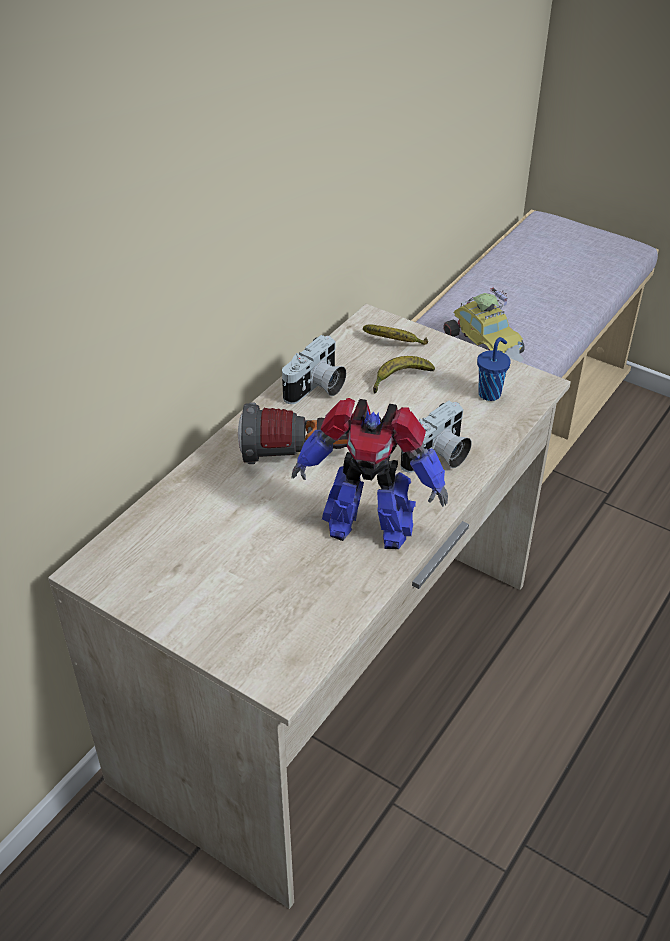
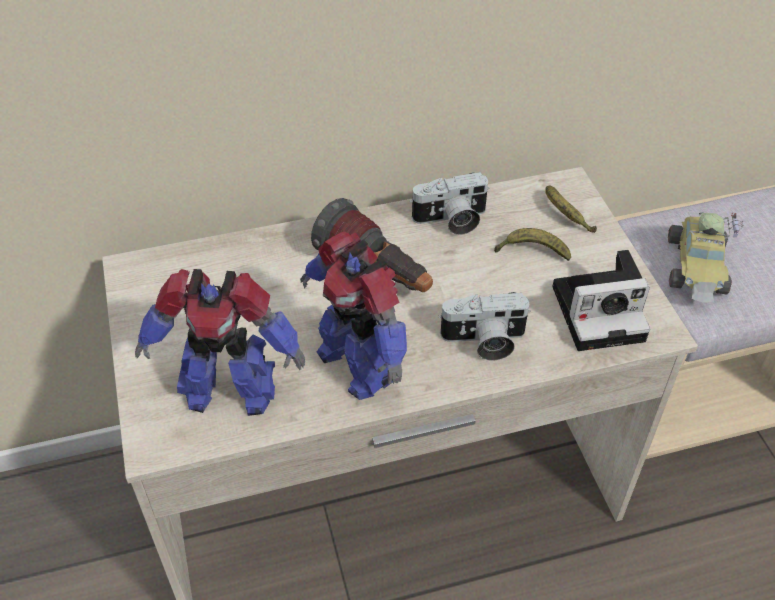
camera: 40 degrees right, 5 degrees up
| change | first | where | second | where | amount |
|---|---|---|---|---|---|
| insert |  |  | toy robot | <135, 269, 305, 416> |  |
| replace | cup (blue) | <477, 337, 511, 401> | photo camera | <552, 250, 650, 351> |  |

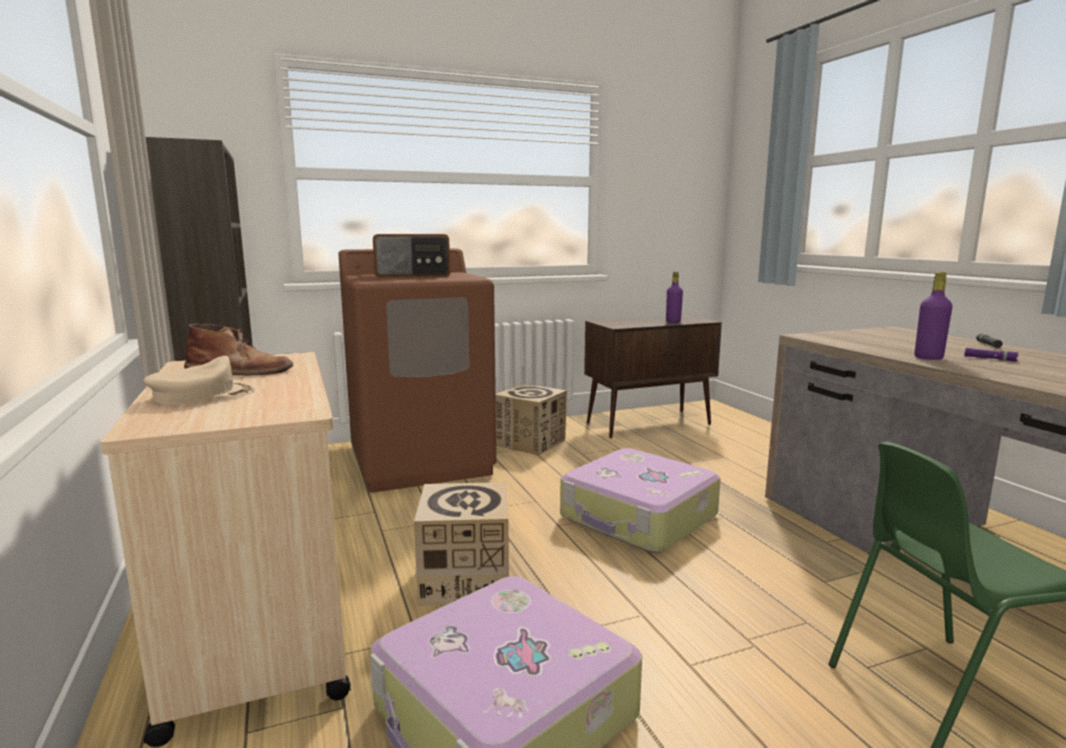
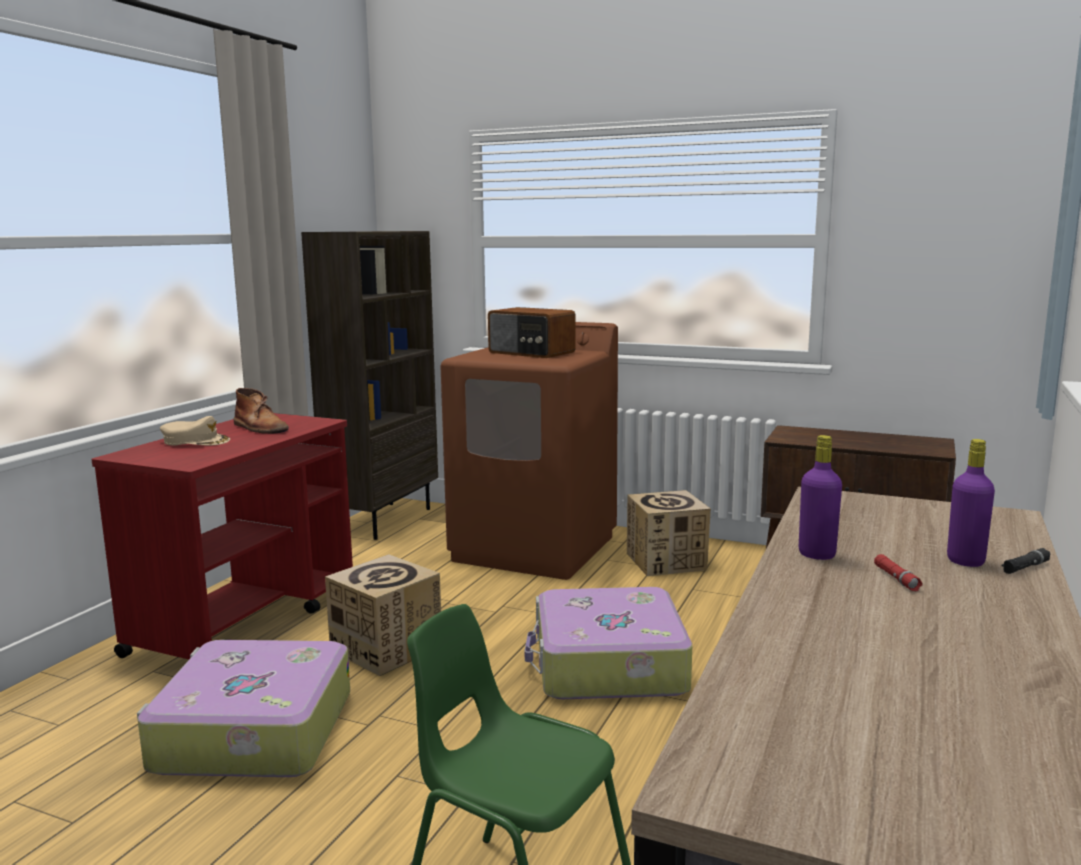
camera: 45 degrees right, 0 degrees up
| change | first | where | second | where | amount |
|---|---|---|---|---|---|
| move | bottle (purple) | <666, 272, 683, 323> |  | <947, 439, 995, 567> |  |
| recolor | cart (beige) | <101, 352, 351, 747> | cart (red) | <91, 413, 353, 659> |  |
| recolor | flashlight (purple) | <964, 348, 1019, 362> | flashlight (red) | <874, 554, 922, 591> |  |

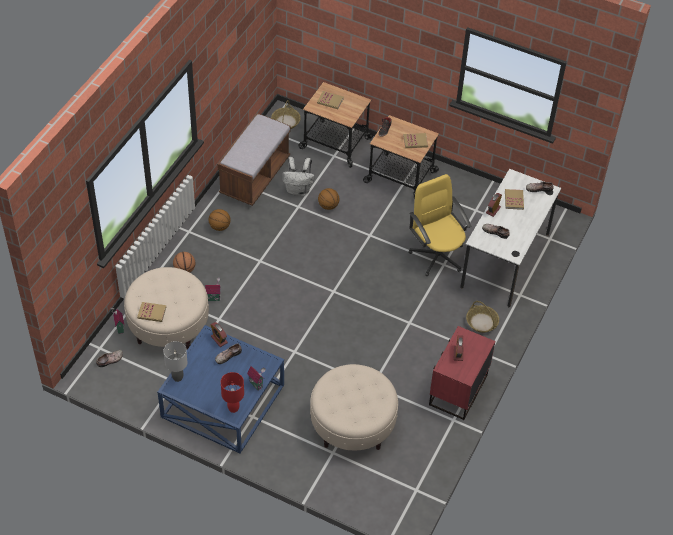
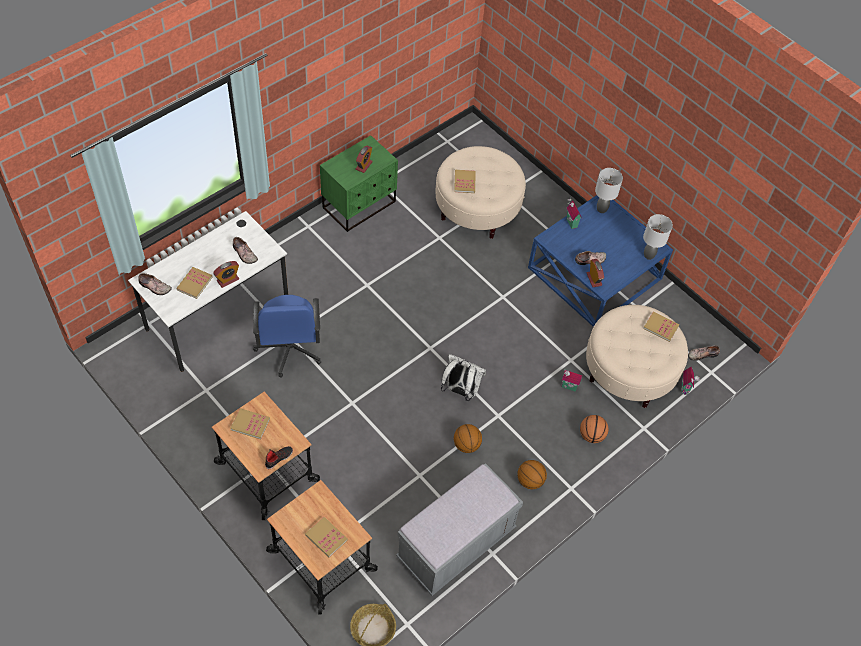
camera: 160 degrees left, 5 degrees up
| change | first | where | second | where | amount |
|---|---|---|---|---|---|
| delete | basket | <466, 301, 499, 333> |  |  |  |
| insert |  |  | book | <454, 170, 476, 193> |  |
| move | backpack (white) | <283, 157, 315, 196> |  | <441, 354, 486, 401> |  |
| move | basketball | <318, 188, 339, 210> |  | <454, 424, 482, 453> |  |
| recolor | bench (brown) | <217, 113, 290, 206> | bench (grey) | <396, 463, 523, 596> |  |
| recolor | table lamp (red) | <221, 372, 244, 413> | table lamp (grey) | <595, 168, 623, 213> |  |
| recolor | office chair (yellow) | <408, 174, 471, 276> | office chair (blue) | <253, 295, 321, 378> |  |
| recolor | nightstand (red) | <429, 326, 495, 420> | nightstand (green) | <320, 135, 398, 232> |  |

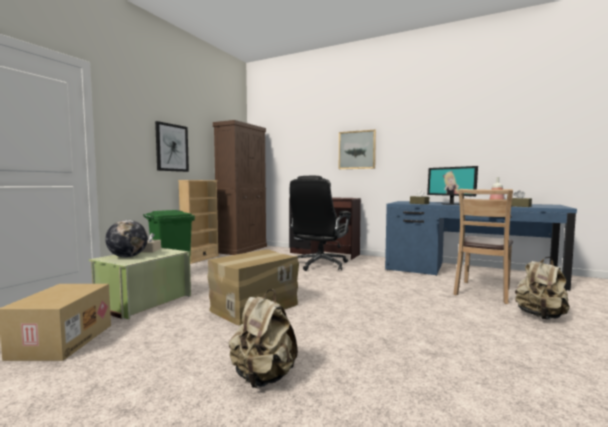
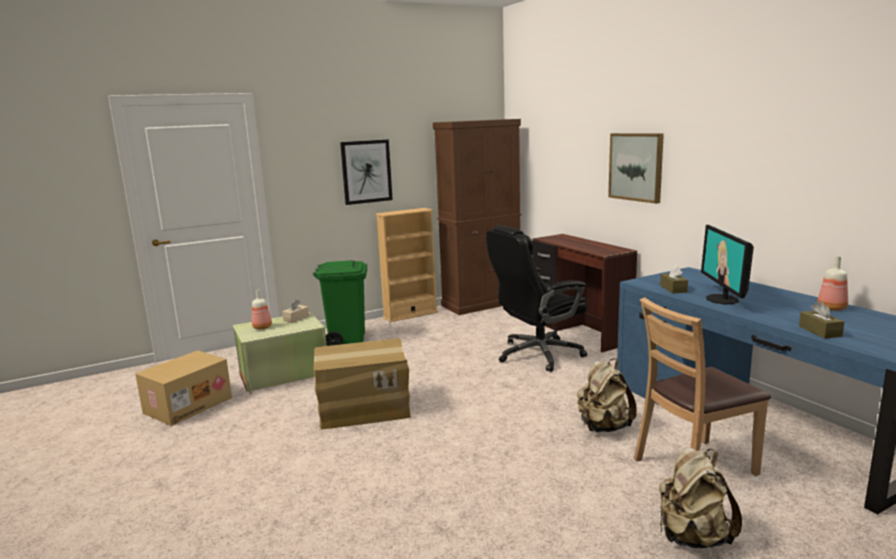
camera: 35 degrees right, 10 degrees up
| change | first | where | second | where | amount |
|---|---|---|---|---|---|
| move | backpack (beige) | <229, 289, 298, 388> |  | <577, 358, 637, 433> |  |
| replace | globe | <105, 220, 148, 258> | bottle | <252, 289, 272, 329> |  |

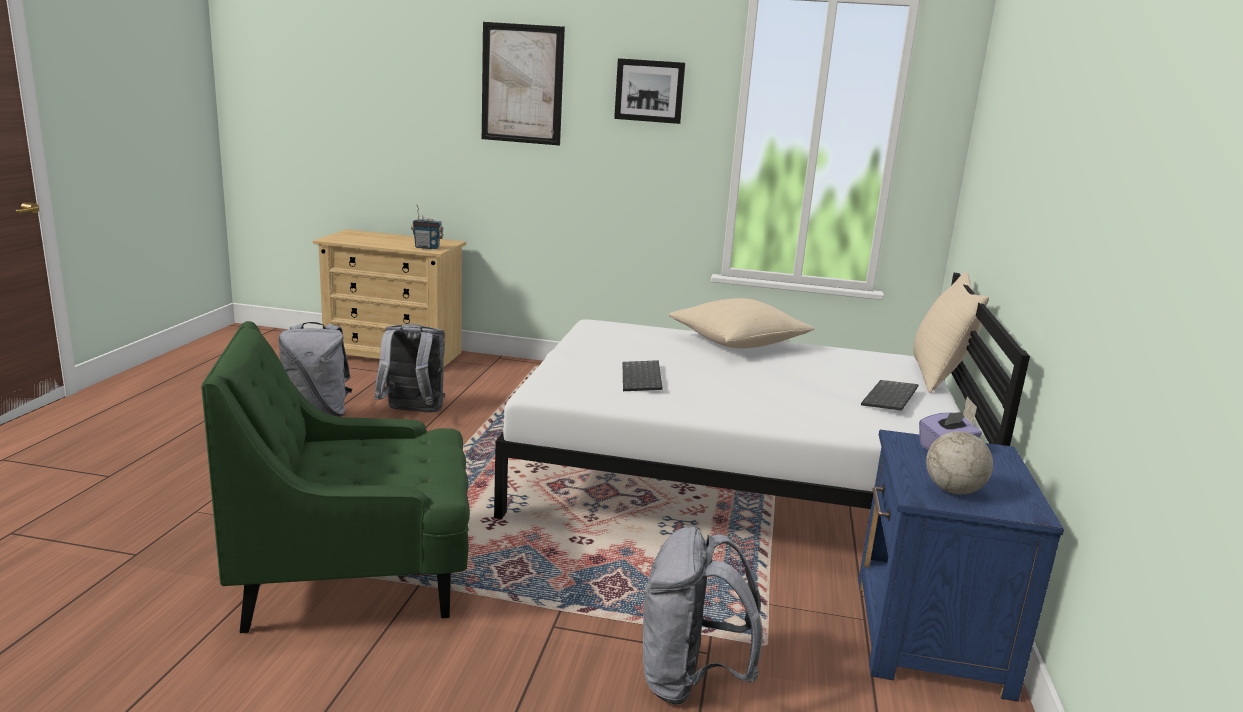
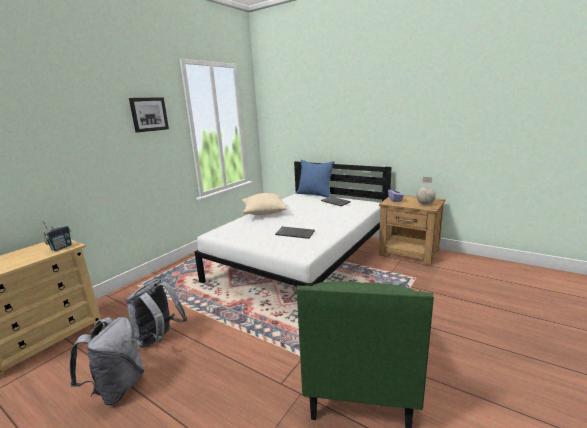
camera: 65 degrees left, 0 degrees up
| change | first | where | second | where | amount |
|---|---|---|---|---|---|
| delete | picture | <482, 22, 565, 145> |  |  |  |
| delete | backpack (grey) | <643, 526, 763, 705> |  |  |  |
| recolor | nightstand (blue) | <858, 430, 1064, 702> | nightstand (brown) | <379, 195, 445, 266> |  |
| recolor | pillow (beige) | <913, 272, 989, 393> | pillow (blue) | <296, 160, 335, 197> |  |

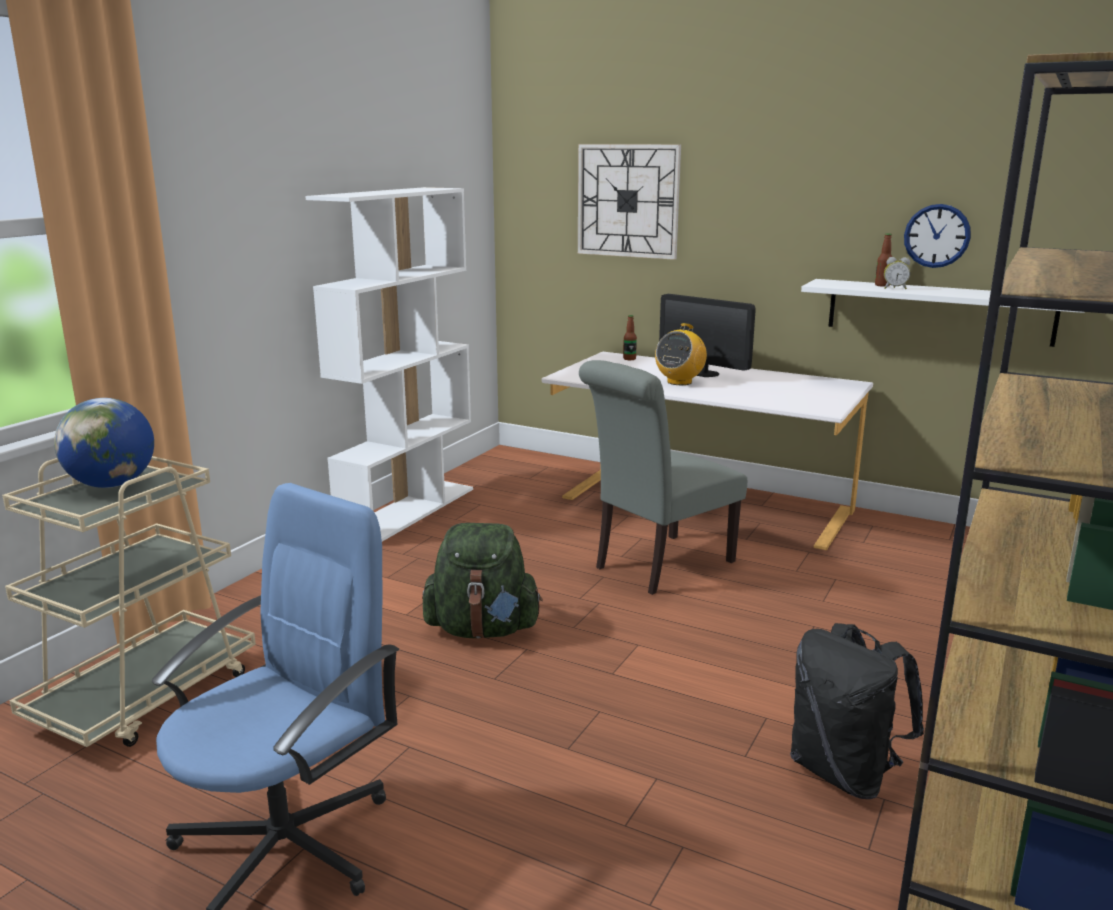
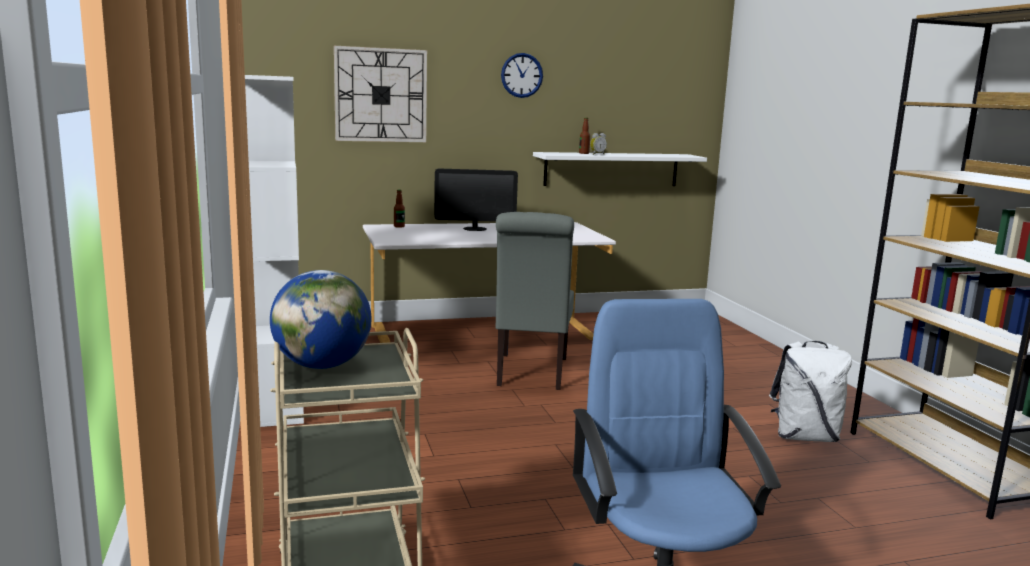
camera: 45 degrees left, 5 degrees down
| change | first | where | second | where | amount |
|---|---|---|---|---|---|
| delete | backpack (green) | <422, 523, 543, 638> |  |  |  |
| delete | radio | <655, 323, 707, 385> |  |  |  |
| move | wall clock | <904, 204, 971, 268> |  | <501, 53, 543, 98> |  |
| recolor | backpack (black) | <790, 623, 924, 799> | backpack (white) | <769, 341, 852, 442> |  |

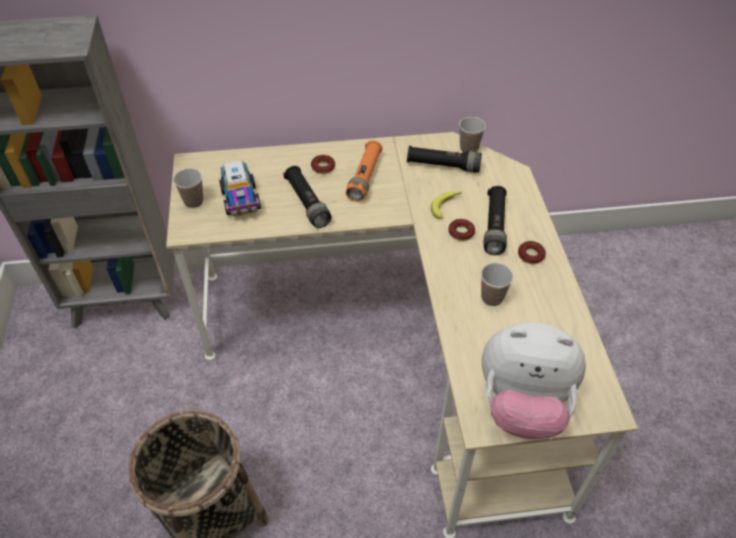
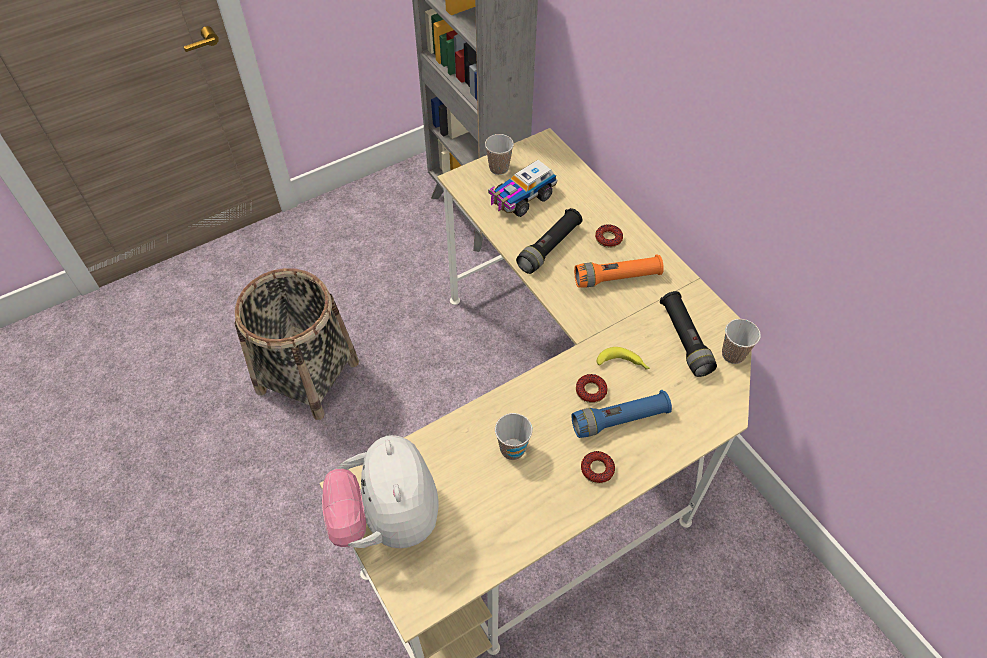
camera: 65 degrees right, 5 degrees up
| change | first | where | second | where | amount |
|---|---|---|---|---|---|
| recolor | flashlight (black) | <483, 186, 507, 255> | flashlight (blue) | <572, 390, 672, 438> |  |

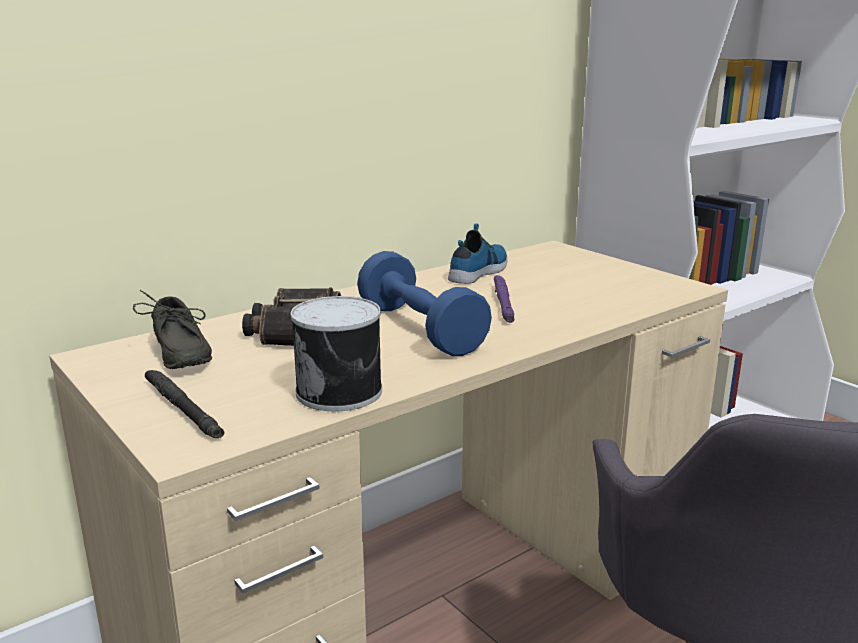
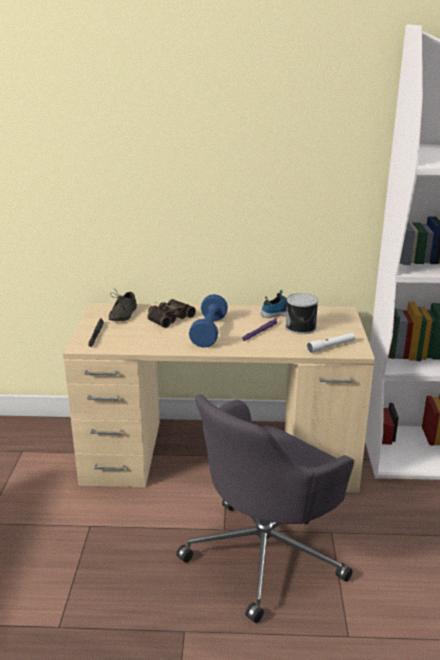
camera: 40 degrees right, 5 degrees up
| change | first | where | second | where | amount |
|---|---|---|---|---|---|
| insert |  |  | flashlight (white) | <307, 333, 355, 353> |  |
| move | can | <291, 296, 382, 411> |  | <285, 293, 318, 334> |  |

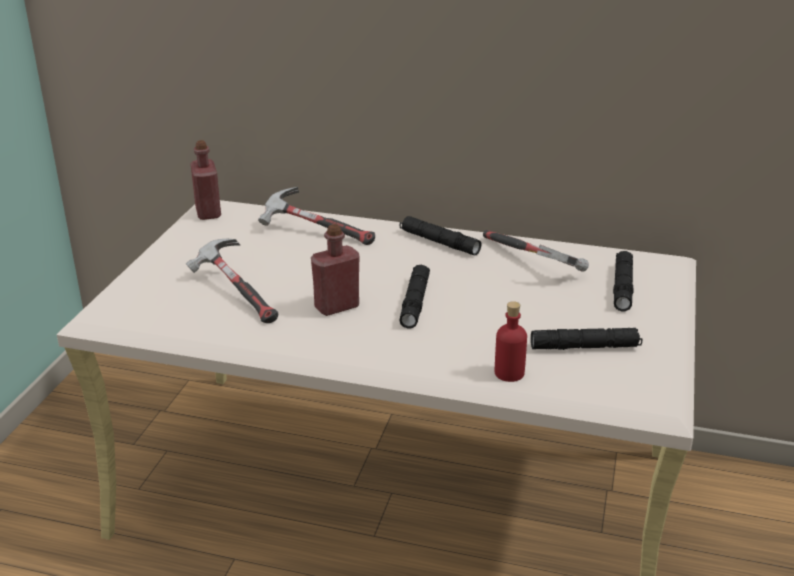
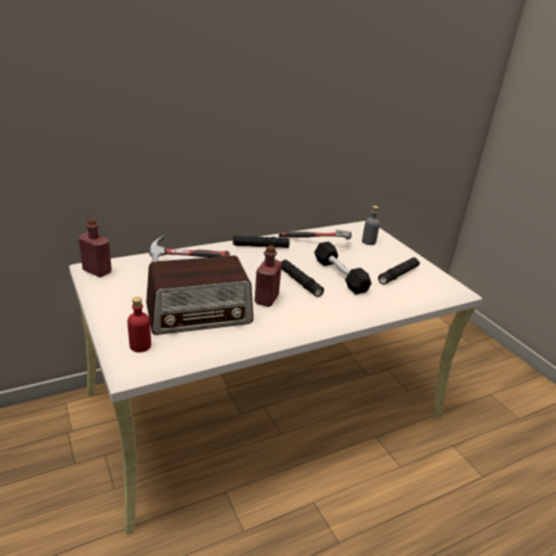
camera: 45 degrees left, 0 degrees up
| change | first | where | second | where | amount |
|---|---|---|---|---|---|
| insert |  |  | dumbbell (black) | <314, 242, 371, 295> |  |
| move | bottle (red) | <495, 301, 527, 382> |  | <127, 297, 151, 352> |  |
| replace | hammer | <186, 239, 278, 323> | radio | <146, 256, 253, 335> |  |
| replace | flashlight (black) | <613, 251, 634, 311> | bottle (grey) | <362, 206, 380, 245> |  |

